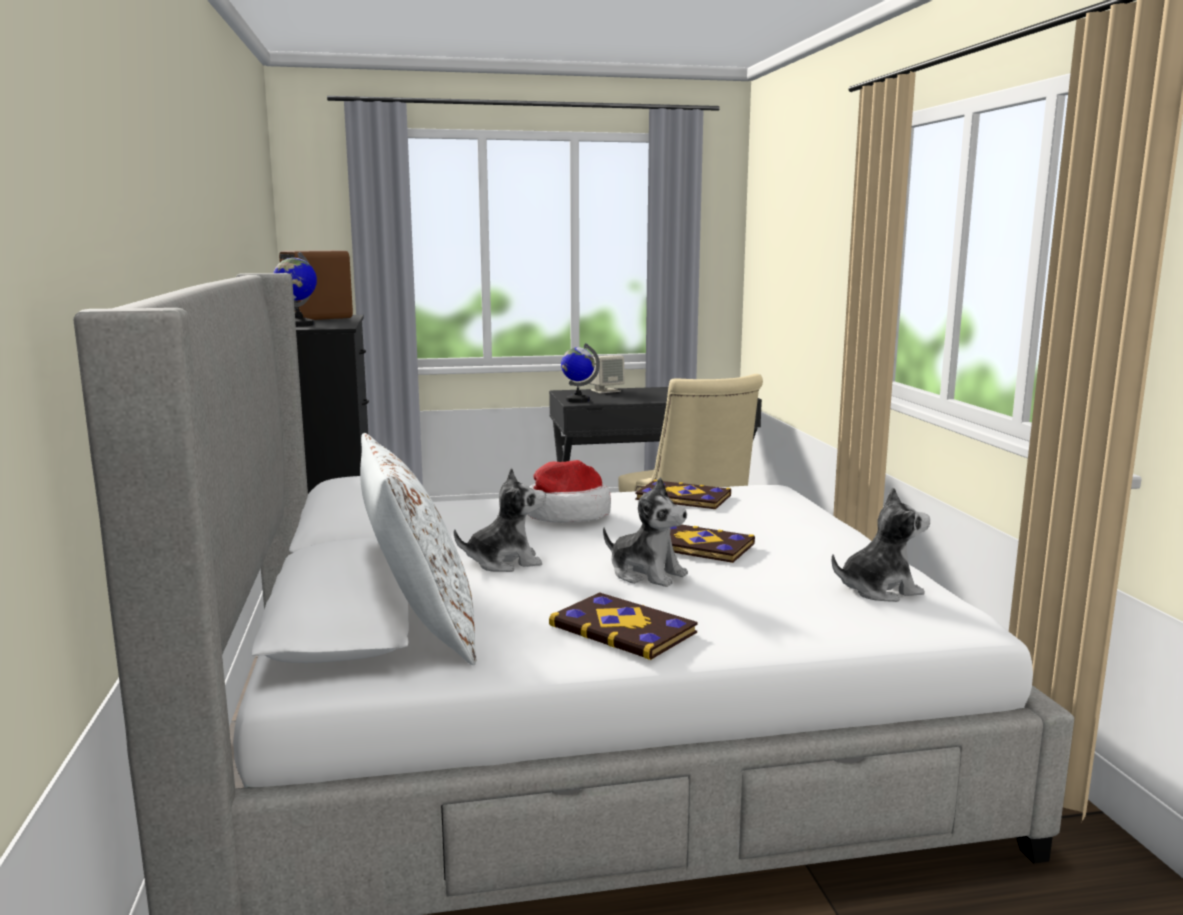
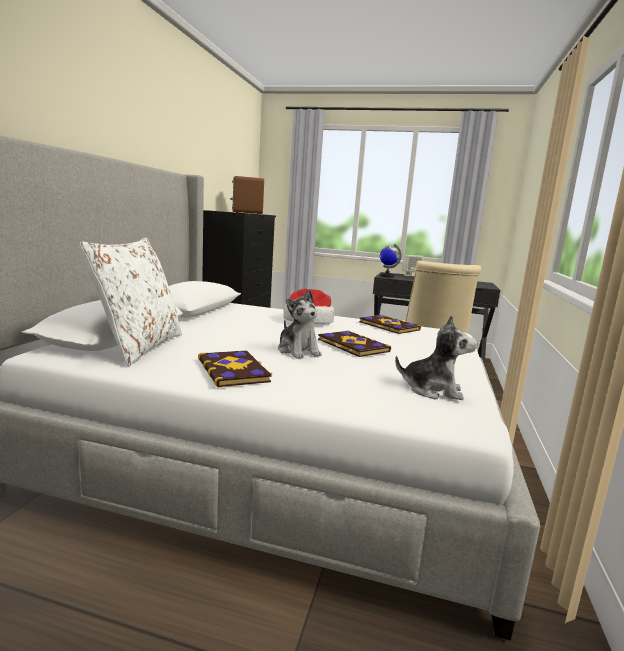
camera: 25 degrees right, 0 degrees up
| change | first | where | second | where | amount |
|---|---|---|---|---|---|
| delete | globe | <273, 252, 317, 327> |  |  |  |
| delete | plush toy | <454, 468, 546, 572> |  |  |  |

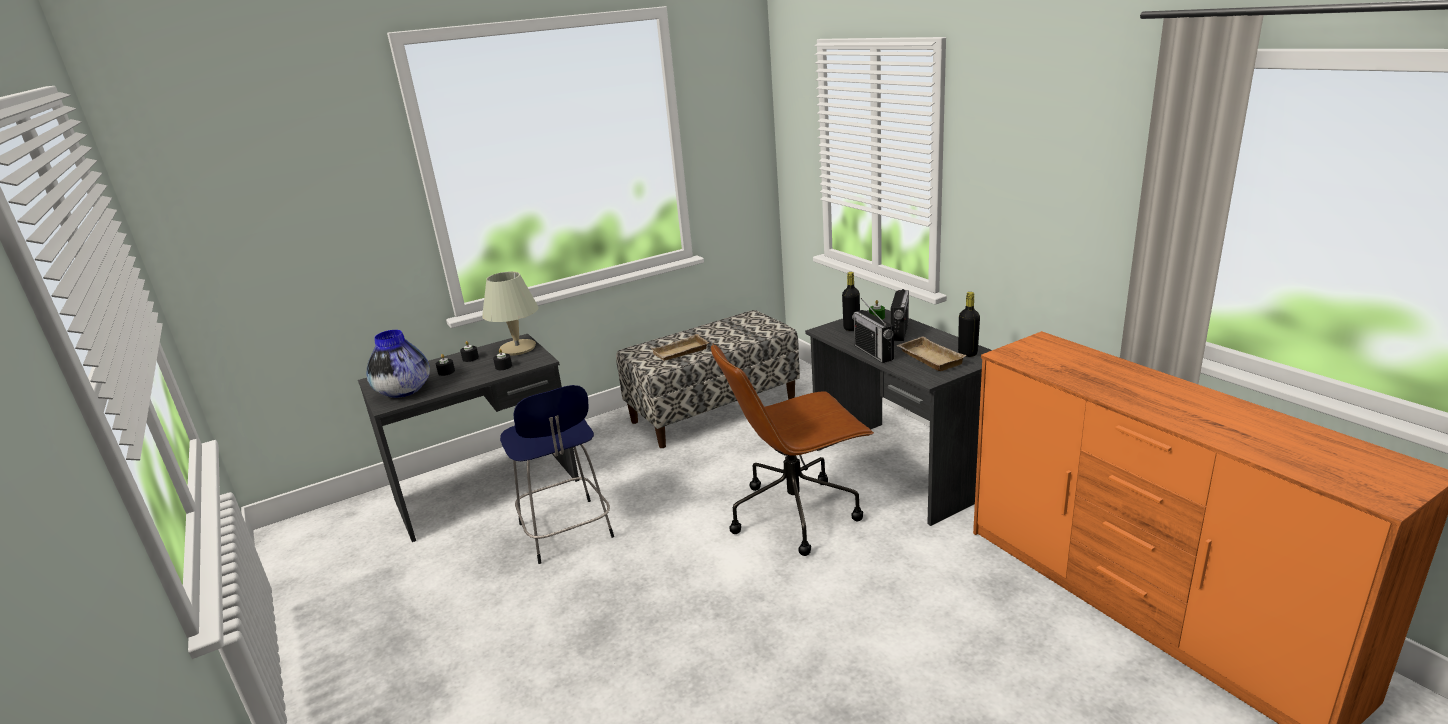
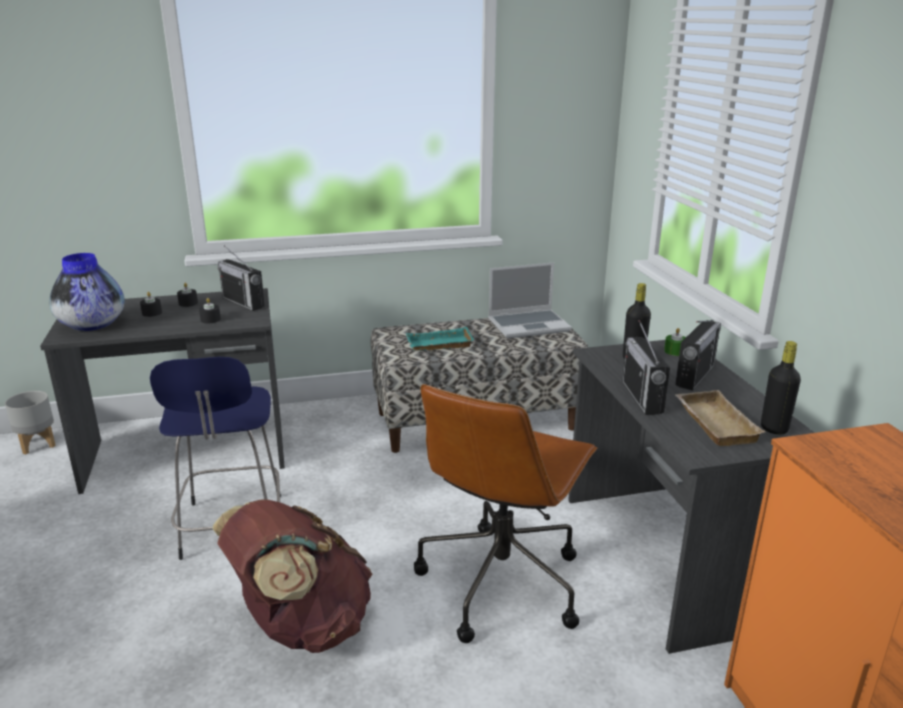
camera: 15 degrees right, 0 degrees up
| change | first | where | second | where | amount |
|---|---|---|---|---|---|
| insert |  |  | planter (grey) | <5, 391, 56, 454> |  |
| insert |  |  | backpack (brown) | <212, 500, 373, 653> |  |
| insert |  |  | laptop | <488, 263, 572, 339> |  |
| replace | table lamp (beige) | <482, 271, 538, 356> | radio | <217, 246, 265, 311> |  |
| recolor | tray (beige) | <651, 334, 709, 361> | tray (turquoise) | <406, 327, 474, 351> |  |
| rotate | office chair (brown) | <711, 344, 874, 556> |  | <414, 384, 597, 643> | 60 degrees counterclockwise |

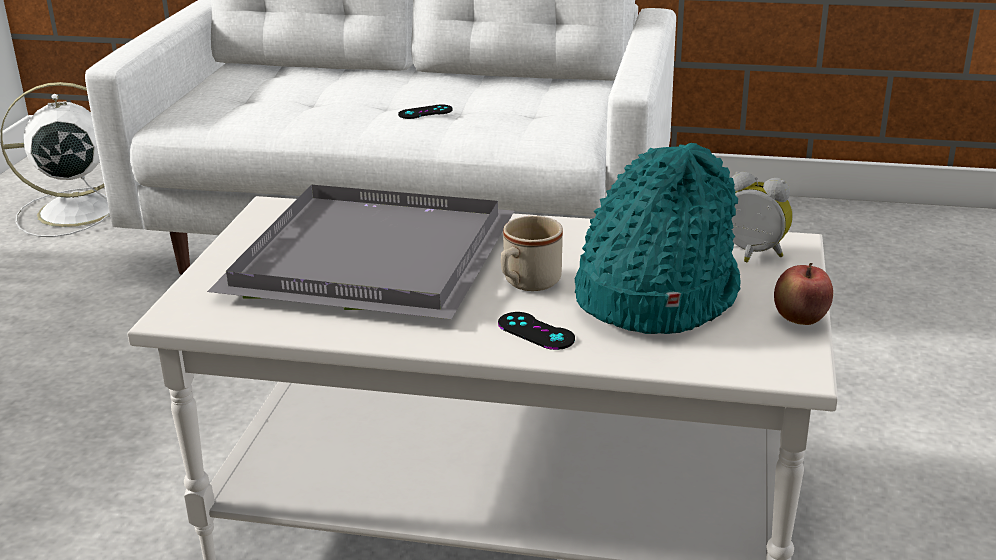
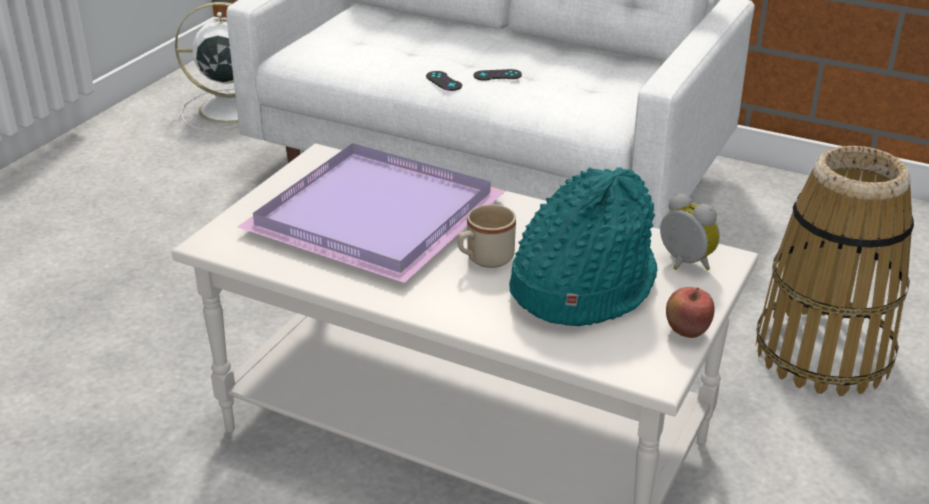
camera: 15 degrees right, 5 degrees up
| change | first | where | second | where | amount |
|---|---|---|---|---|---|
| insert |  |  | basket | <756, 146, 914, 396> |  |
| move | game controller (black) | <498, 312, 575, 350> |  | <426, 71, 462, 91> |  |
| recolor | tray (grey) | <207, 185, 514, 319> | tray (purple) | <238, 143, 505, 283> |  |

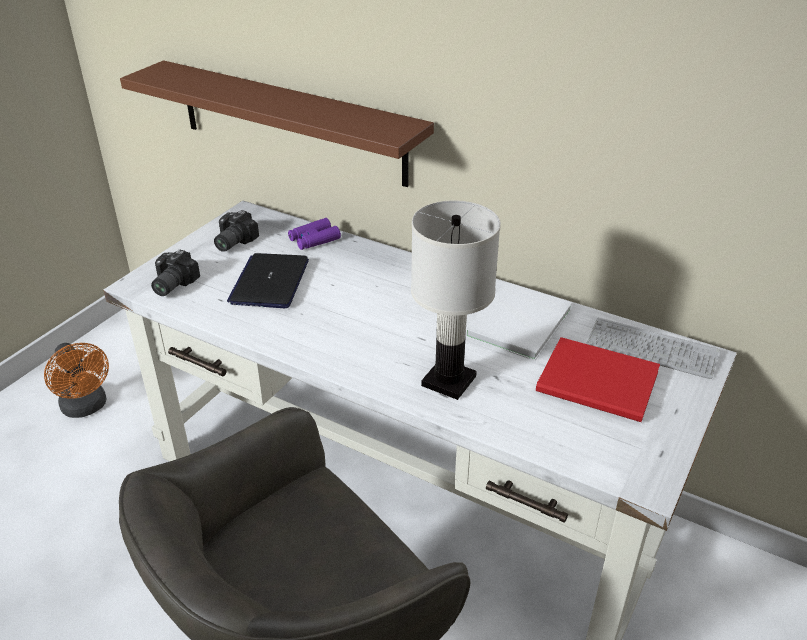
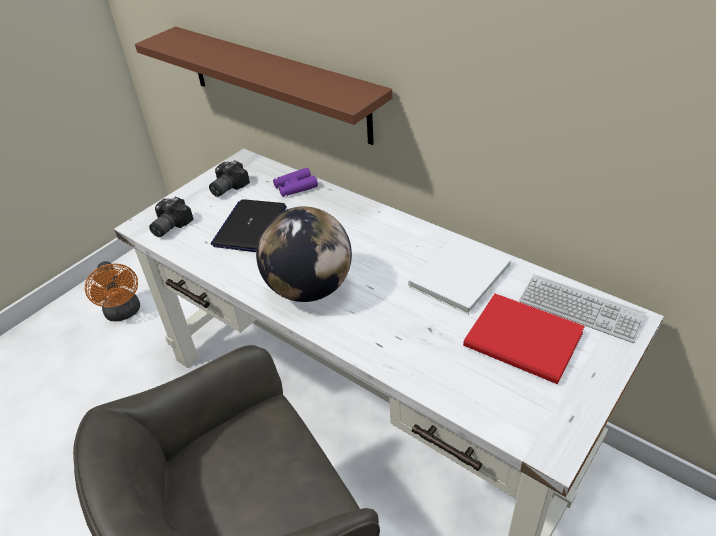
camera: 10 degrees right, 5 degrees up
| change | first | where | second | where | amount |
|---|---|---|---|---|---|
| delete | table lamp (white) | <411, 200, 501, 400> |  |  |  |
| insert |  |  | globe | <256, 206, 352, 302> |  |

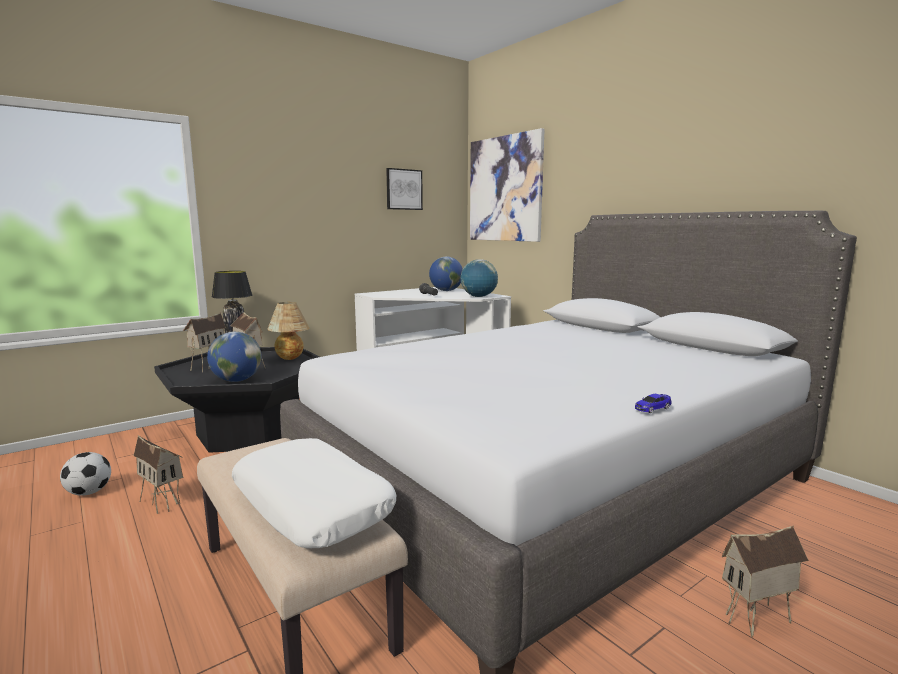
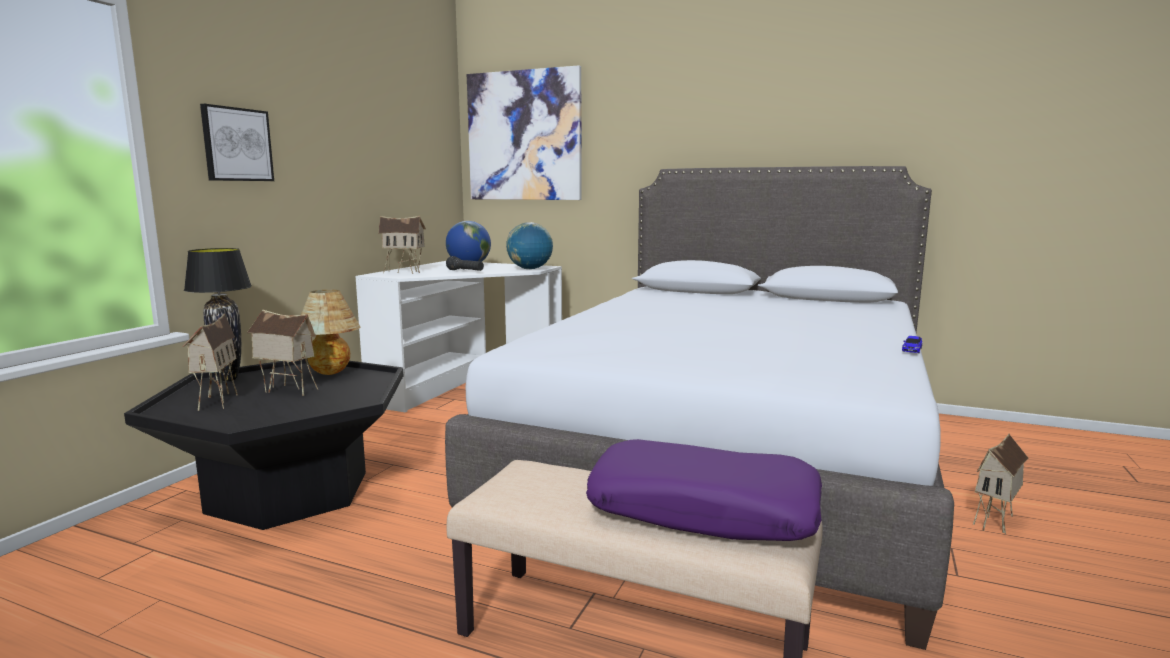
camera: 30 degrees left, 0 degrees up
| change | first | where | second | where | amount |
|---|---|---|---|---|---|
| delete | football | <60, 452, 111, 496> |  |  |  |
| delete | globe | <207, 332, 262, 382> |  |  |  |
| move | toy house | <134, 435, 183, 514> |  | <378, 216, 426, 274> |  |
| move | picture | <386, 168, 423, 210> |  | <200, 104, 274, 181> |  |
| recolor | pillow (white) | <232, 438, 396, 549> | pillow (purple) | <586, 439, 822, 541> |  |

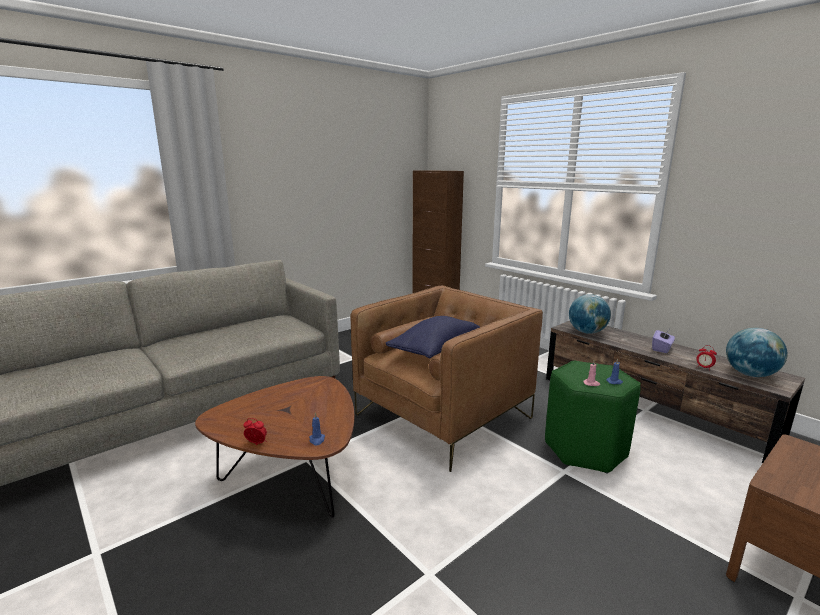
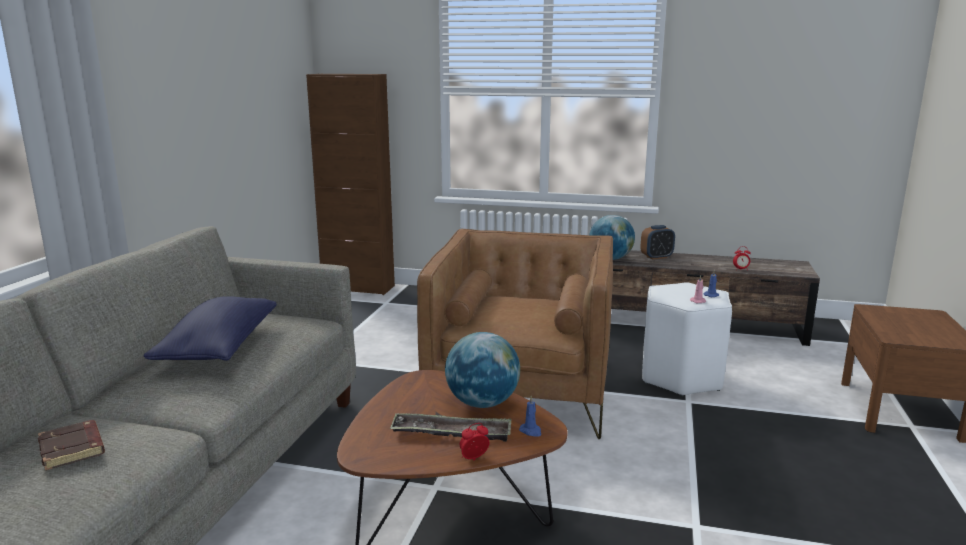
camera: 35 degrees left, 0 degrees up
| change | first | where | second | where | amount |
|---|---|---|---|---|---|
| delete | tissue box (purple) | <652, 330, 675, 353> |  |  |  |
| insert |  |  | book (brown) | <38, 420, 105, 470> |  |
| insert |  |  | tray | <390, 413, 511, 442> |  |
| insert |  |  | alarm clock | <640, 225, 675, 260> |  |
| move | pillow (blue) | <385, 316, 480, 358> |  | <143, 296, 277, 361> |  |
| move | globe | <726, 328, 788, 377> |  | <445, 332, 520, 408> |  |
| recolor | stool (green) | <545, 361, 641, 474> | stool (white) | <642, 282, 732, 396> |  |

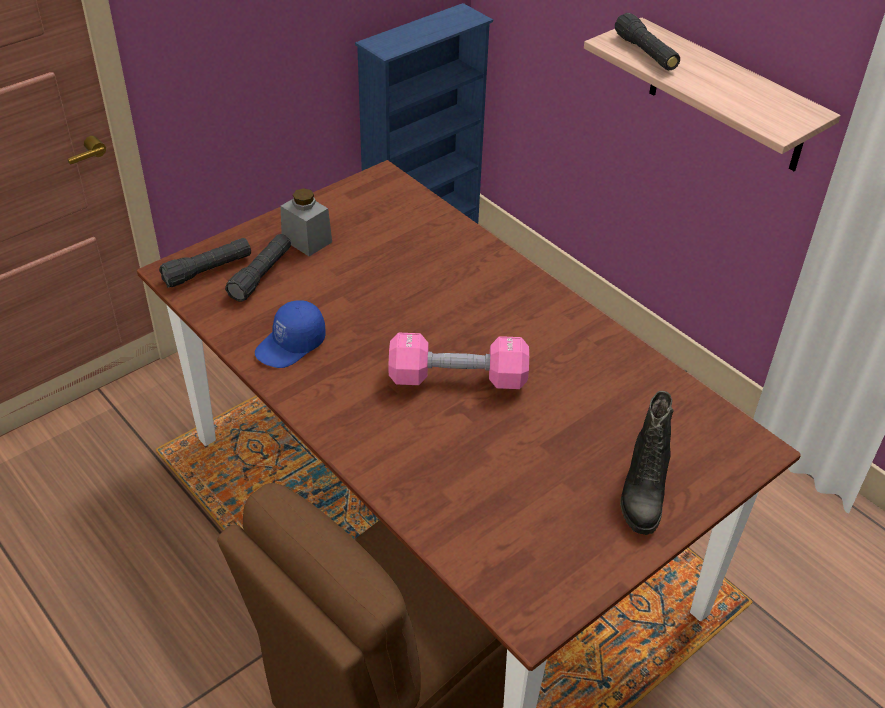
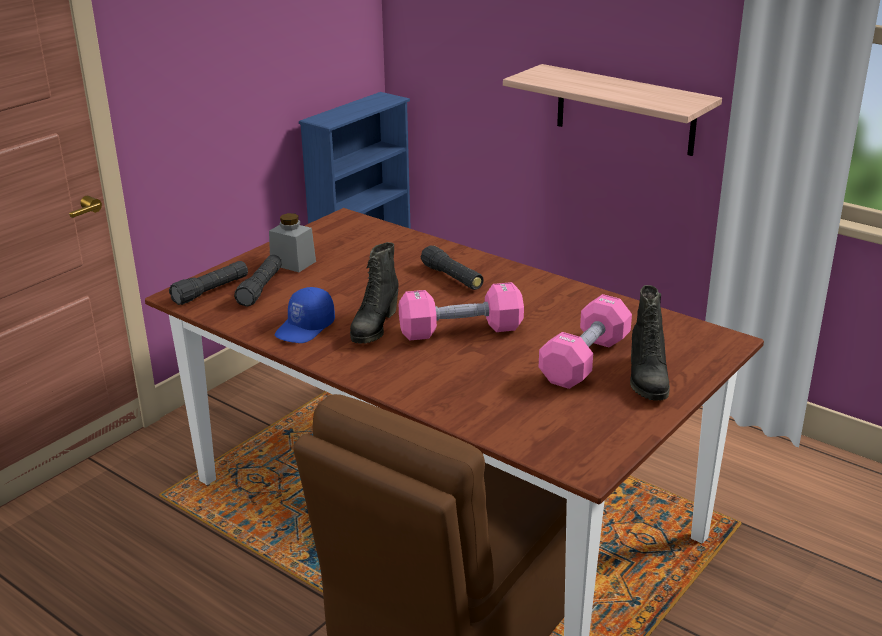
camera: 10 degrees left, 15 degrees down
| change | first | where | second | where | amount |
|---|---|---|---|---|---|
| insert |  |  | boot (black) | <350, 242, 399, 344> |  |
| insert |  |  | dumbbell (pink) | <539, 294, 632, 389> |  |
| move | flashlight (black) | <615, 13, 680, 70> |  | <421, 245, 484, 290> |  |

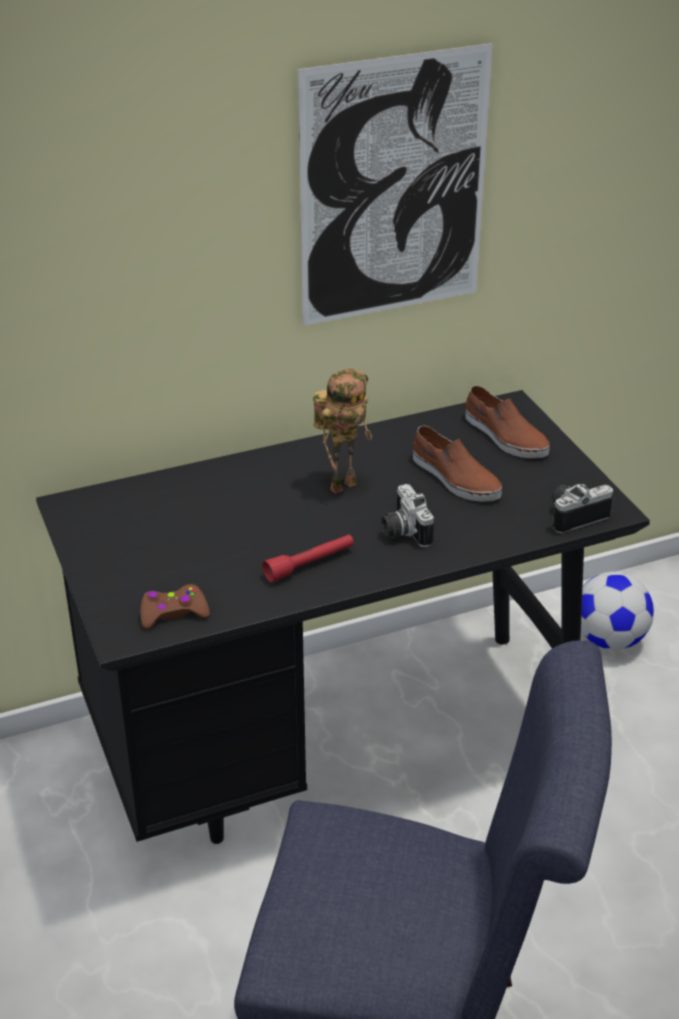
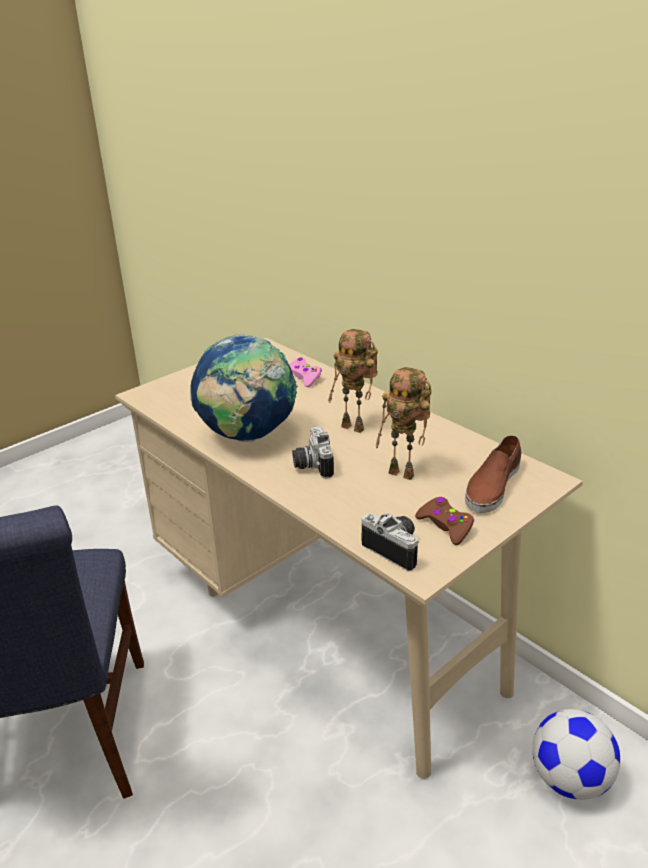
camera: 70 degrees right, 5 degrees down
| change | first | where | second | where | amount |
|---|---|---|---|---|---|
| delete | picture | <298, 43, 492, 326> |  |  |  |
| insert |  |  | game controller (pink) | <289, 357, 322, 387> |  |
| move | game controller (brown) | <141, 584, 210, 629> |  | <415, 497, 474, 545> |  |
| replace | flashlight (red) | <262, 534, 354, 583> | globe | <190, 333, 298, 442> |  |
| replace | shoe (brown) | <413, 425, 502, 502> | toy robot | <376, 367, 432, 480> |  |
| recolor | desk (black) | <36, 390, 650, 844> | desk (beige) | <115, 338, 583, 779> |  |
| rotate | photo camera | <381, 484, 434, 547> |  | <292, 426, 334, 479> | 60 degrees counterclockwise |

